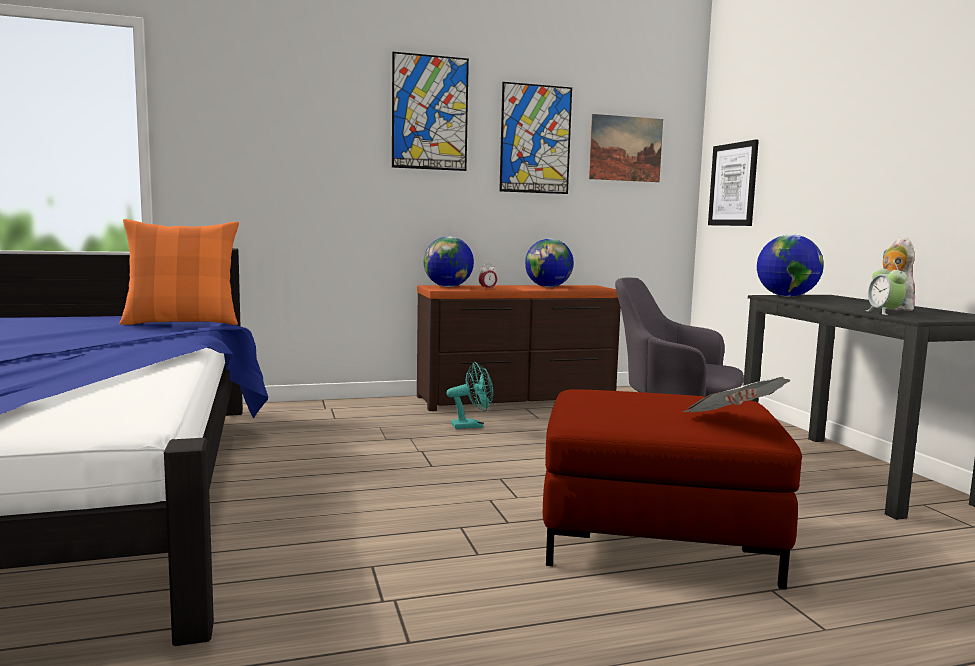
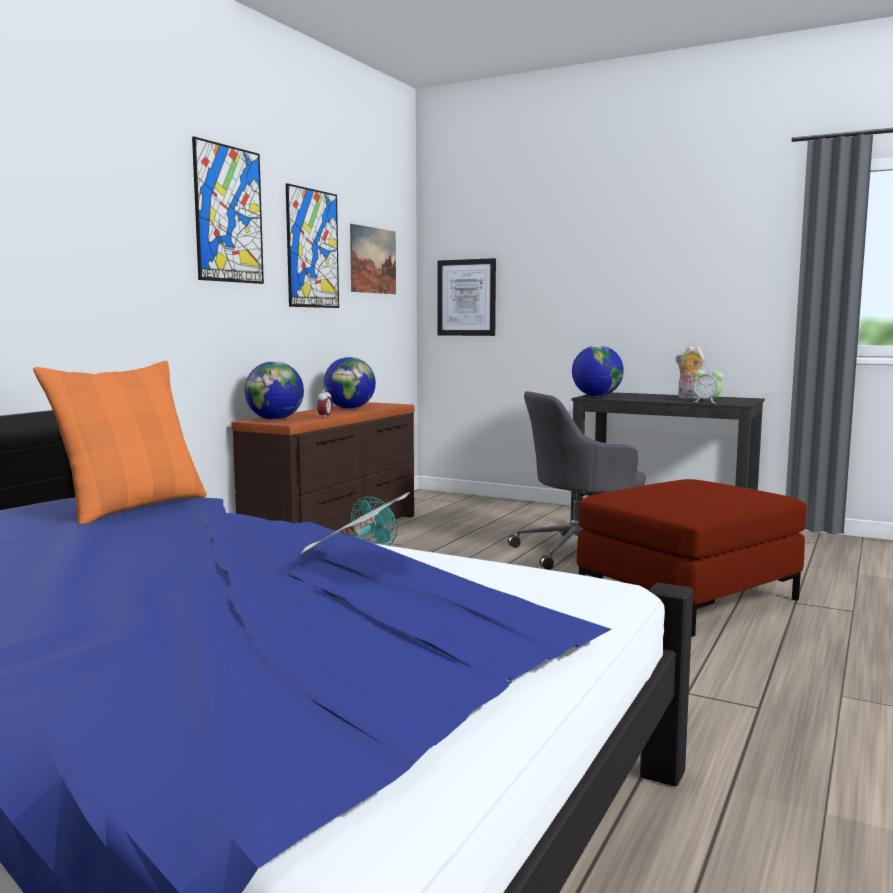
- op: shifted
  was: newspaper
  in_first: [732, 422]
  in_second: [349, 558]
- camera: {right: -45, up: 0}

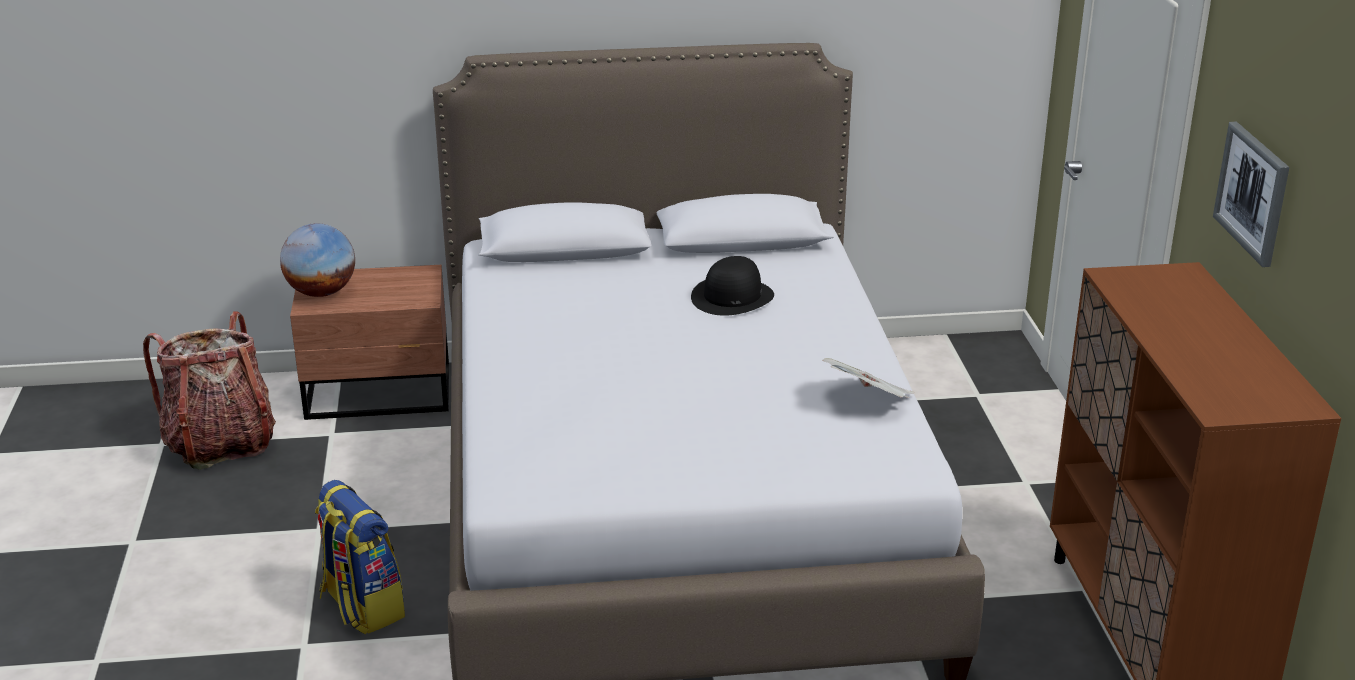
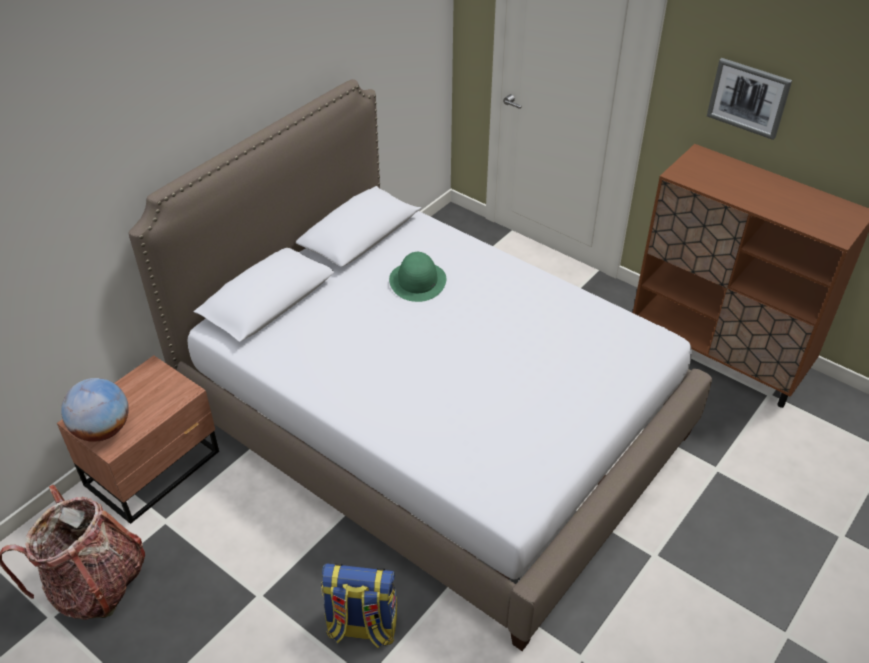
- op: repainted
  was: hat (black)
  now: hat (green)
  in_first: [732, 297]
  in_second: [418, 281]
- op: gone
  was: newspaper
  in_first: [869, 400]
- camera: {right: -45, up: 15}

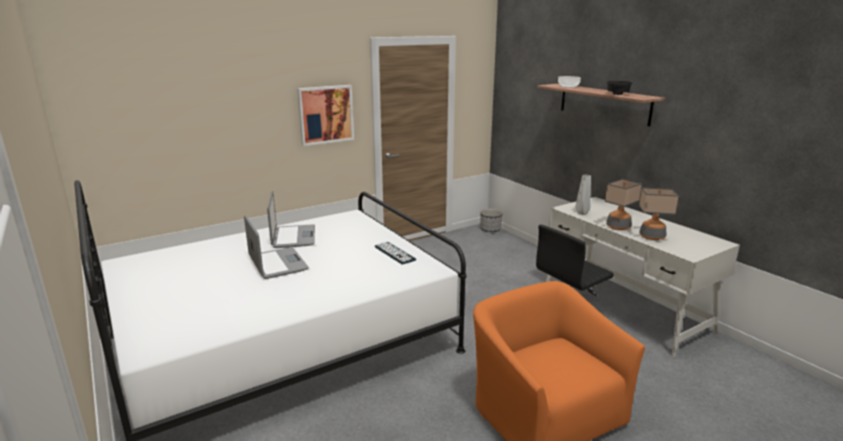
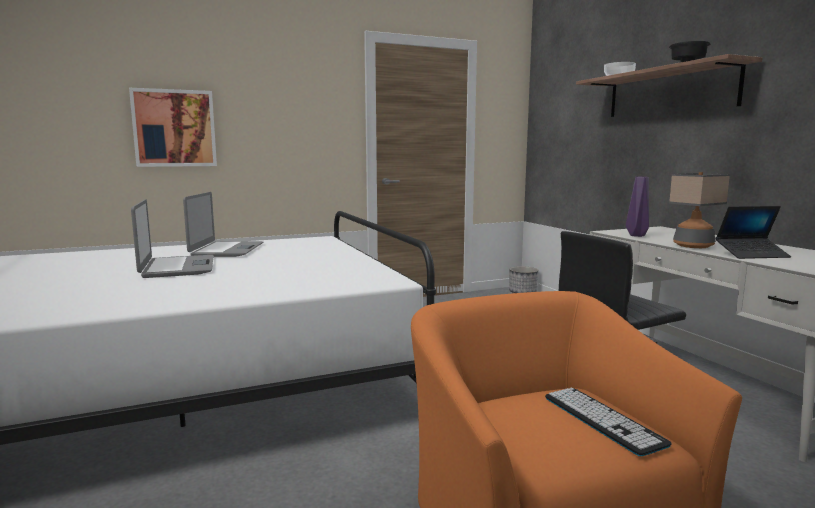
- op: shifted
  was: picture
  in_first: [326, 114]
  in_second: [174, 128]
- op: repainted
  was: vase (grey)
  now: vase (purple)
  in_first: [582, 213]
  in_second: [636, 235]
- op: swapped
  was: table lamp
  now: laptop
  in_first: [652, 236]
  in_second: [751, 254]
- op: shifted
  was: keyboard
  in_first: [394, 253]
  in_second: [602, 420]
- camera: {right: 10, up: -10}

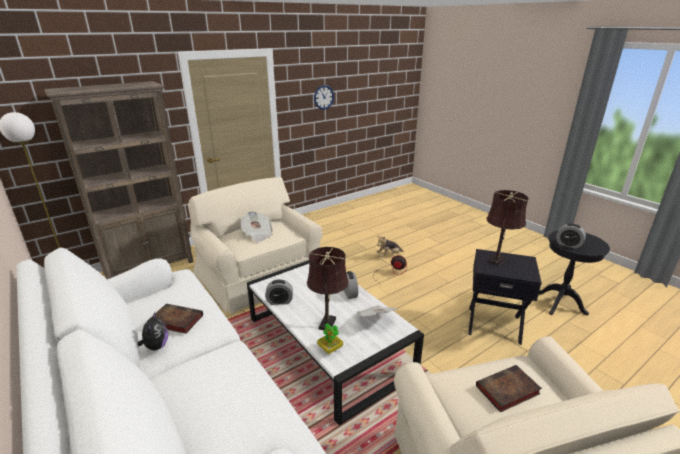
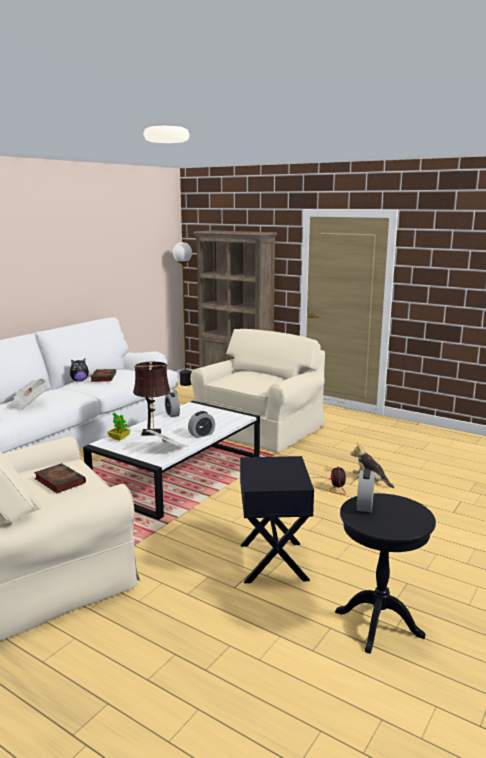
- op: gone
  was: wall clock
  in_first: [324, 97]
- op: gone
  was: table lamp (brown)
  in_first: [498, 259]
- op: shifted
  was: newspaper
  in_first: [257, 234]
  in_second: [28, 404]
- camera: {right: 70, up: -10}

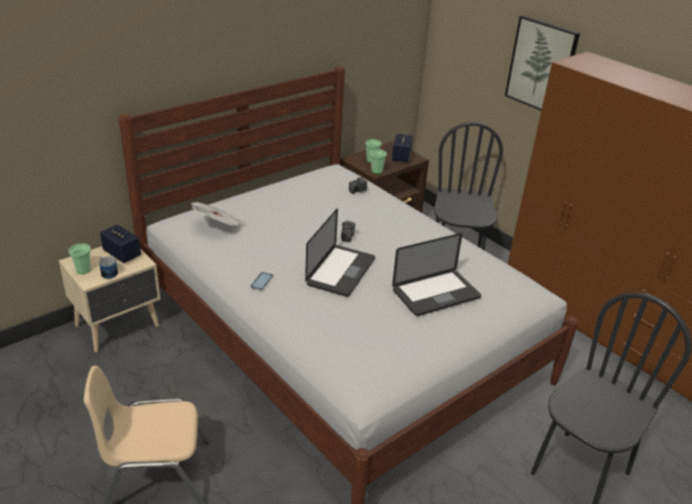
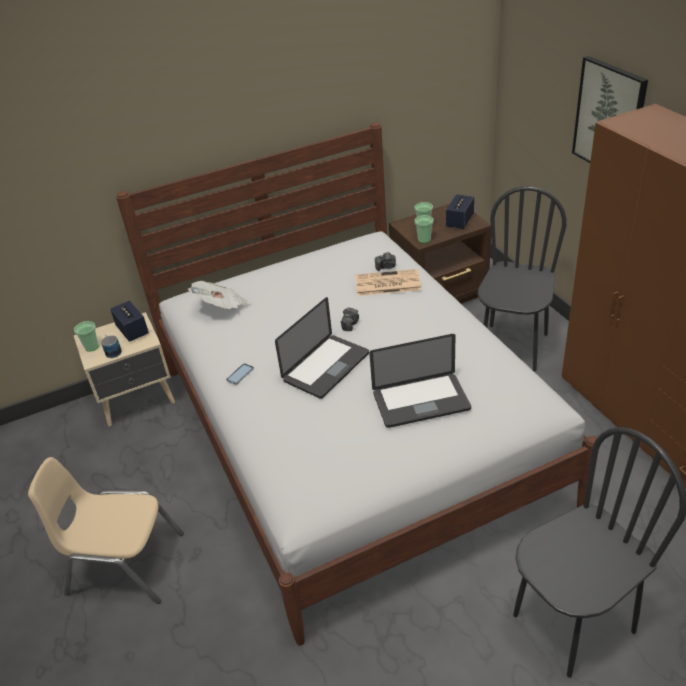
- op: new
  now: newspaper
  in_second: [387, 284]
- camera: {right: 20, up: 5}

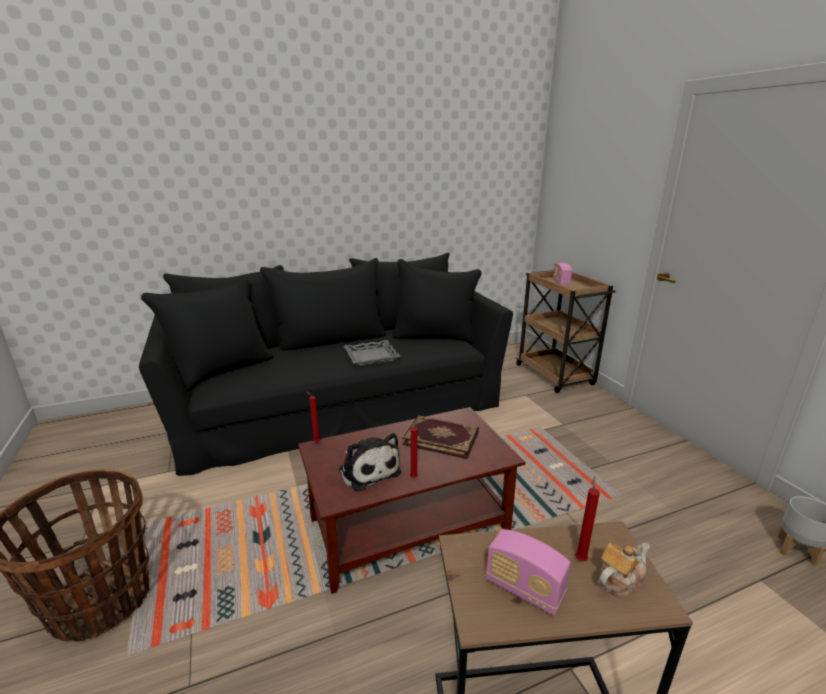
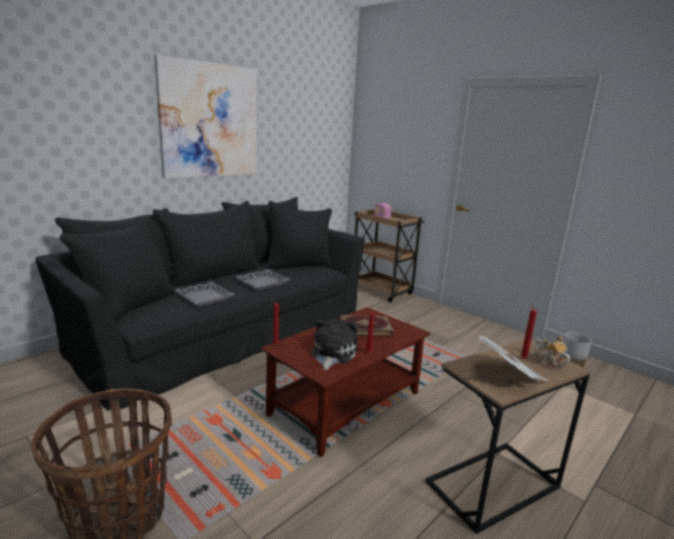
- op: rotated
  was: plush toy
  in_first: [368, 470]
  in_second: [332, 354]
  clockwise: -105
- op: swapped
  was: radio
  now: newspaper
  in_first: [524, 589]
  in_second: [509, 376]
- op: rotated
  was: teapot
  in_first: [619, 579]
  in_second: [547, 363]
  clockwise: -60
- op: new
  now: picture
  in_second: [210, 121]
- op: new
  now: tray (grey)
  in_second: [205, 297]
- camera: {right: -25, up: -5}

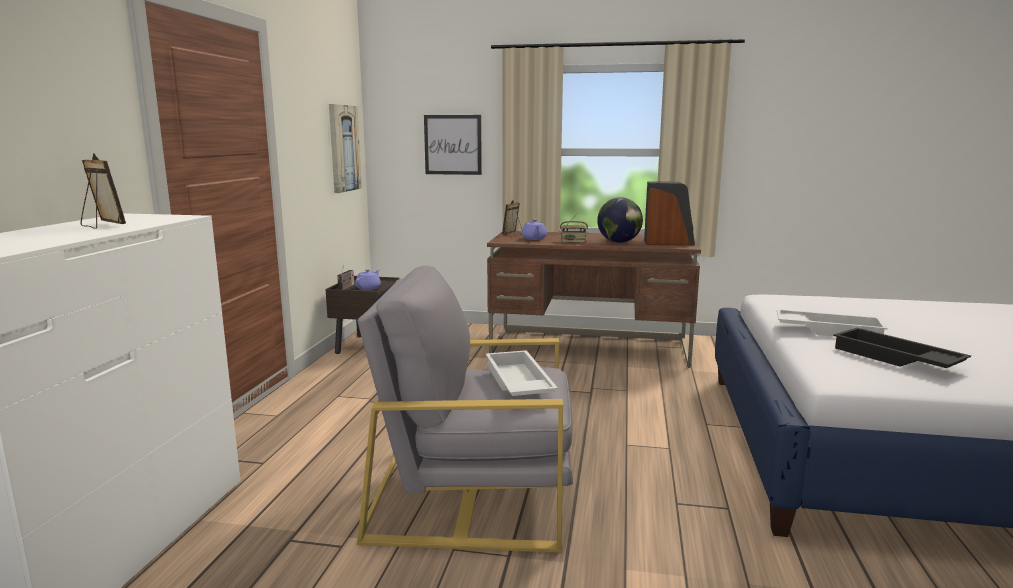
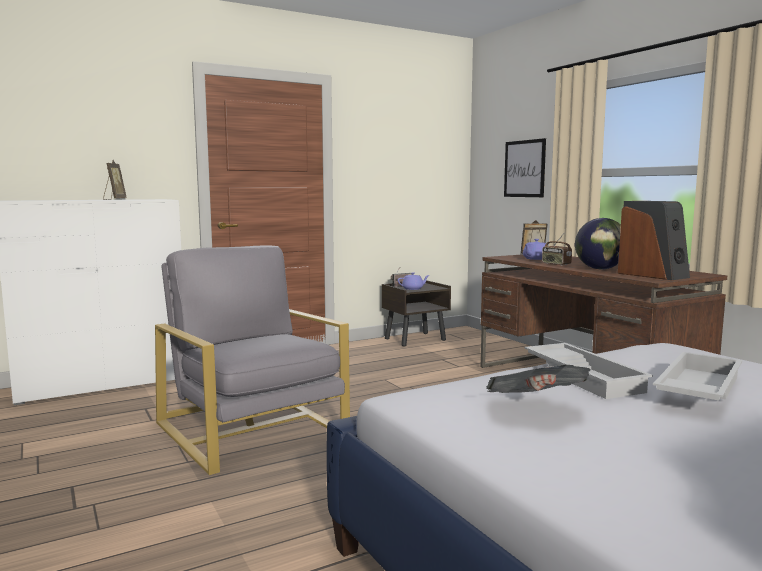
- op: gone
  was: picture
  in_first: [343, 148]
- op: swapped
  was: tray (black)
  now: newspaper
  in_first: [894, 358]
  in_second: [534, 408]
- op: shifted
  was: tray (white)
  in_first: [517, 383]
  in_second: [696, 388]
- camera: {right: 50, up: -5}

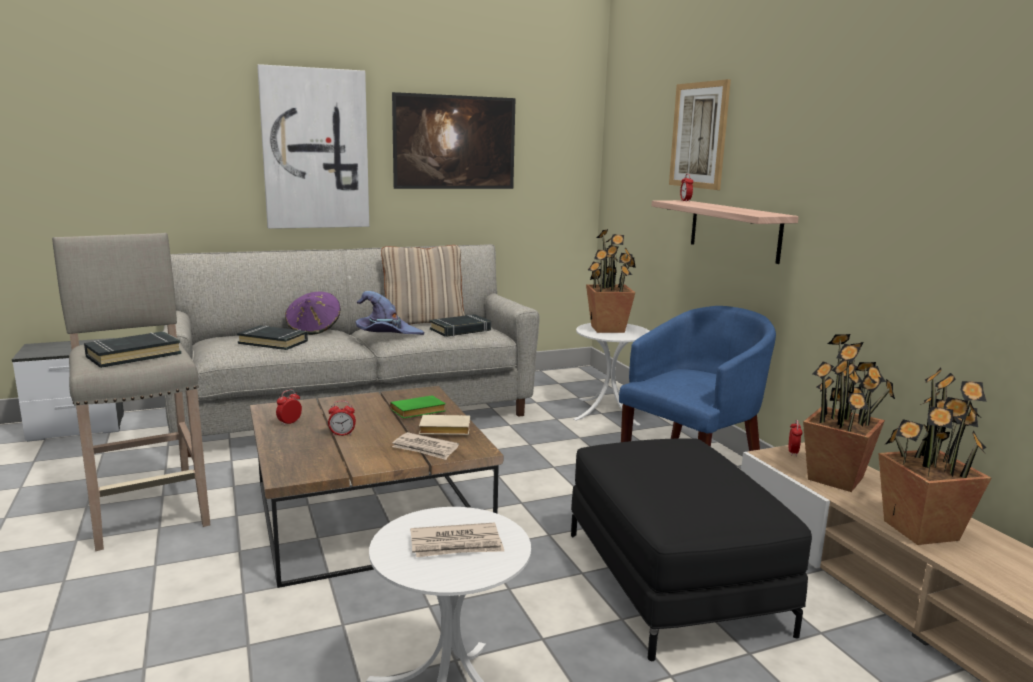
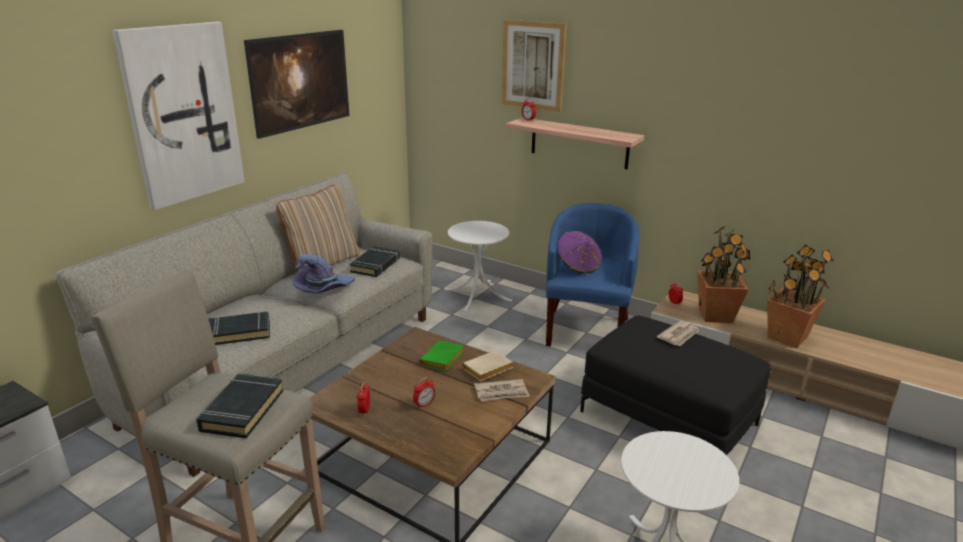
- op: gone
  was: potted plant
  in_first: [608, 329]
- op: shifted
  was: hat (purple)
  in_first: [314, 329]
  in_second: [578, 266]
- op: shifted
  was: newspaper
  in_first: [456, 544]
  in_second: [679, 335]
- camera: {right: -35, up: 10}

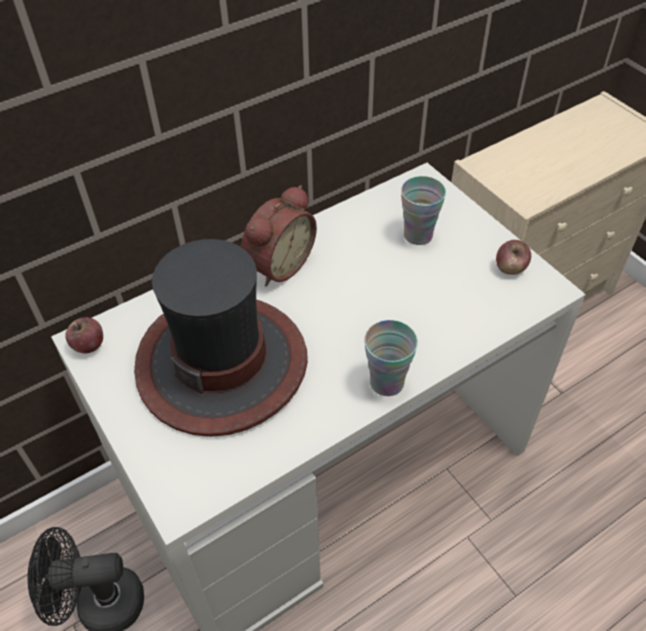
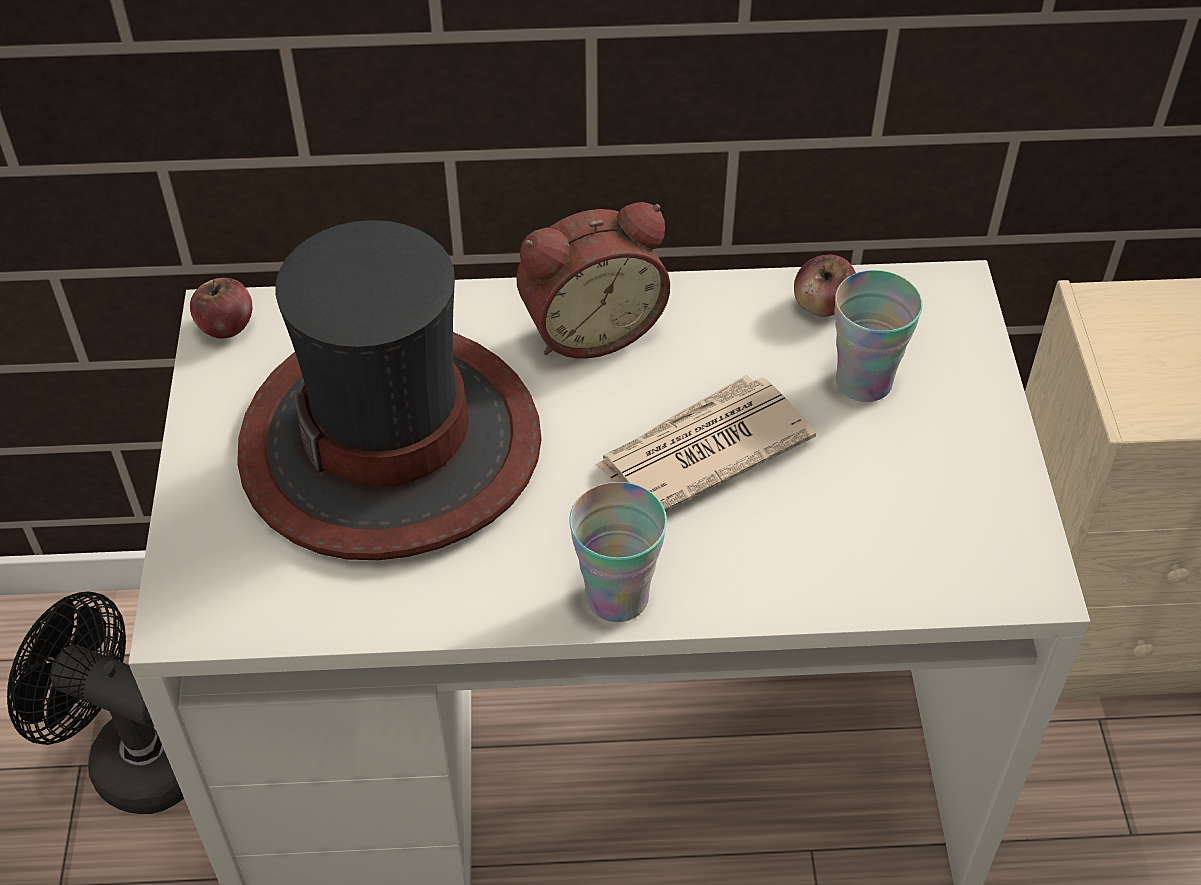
- op: shifted
  was: apple
  in_first: [510, 268]
  in_second: [822, 305]
- op: new
  now: newspaper
  in_second: [701, 451]
- camera: {right: 30, up: 0}

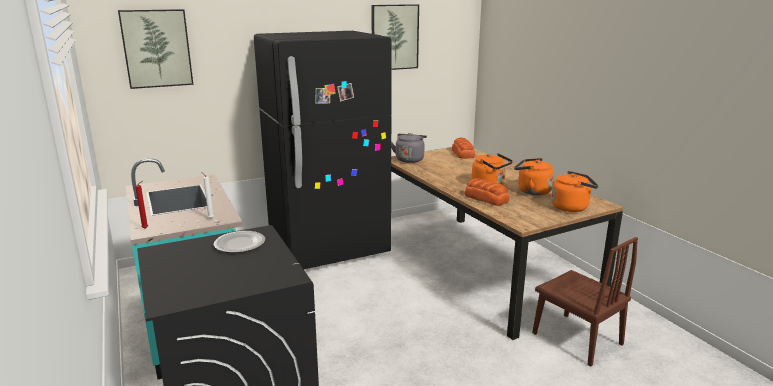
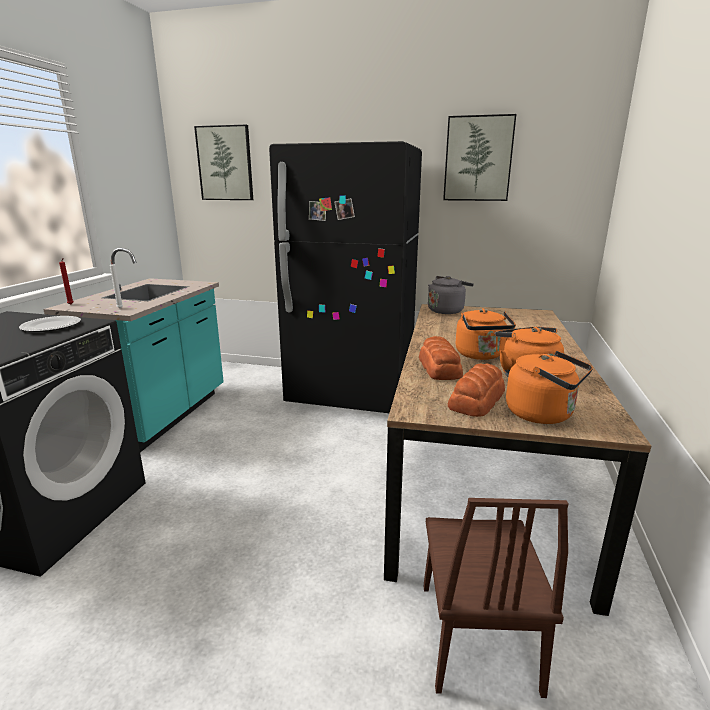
- op: shifted
  was: bread
  in_first: [463, 153]
  in_second: [477, 400]
- camera: {right: 40, up: 0}

